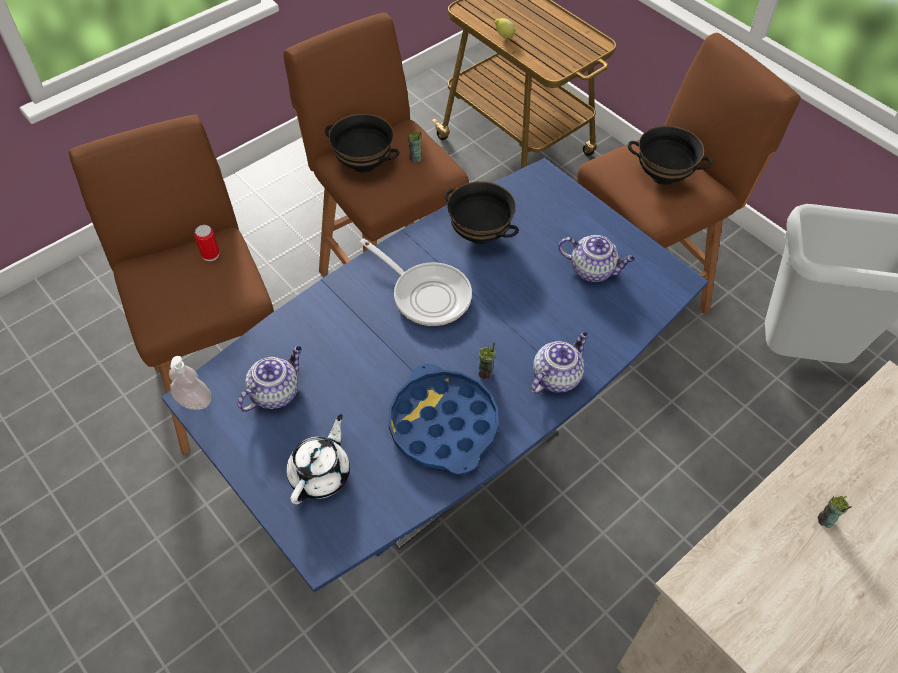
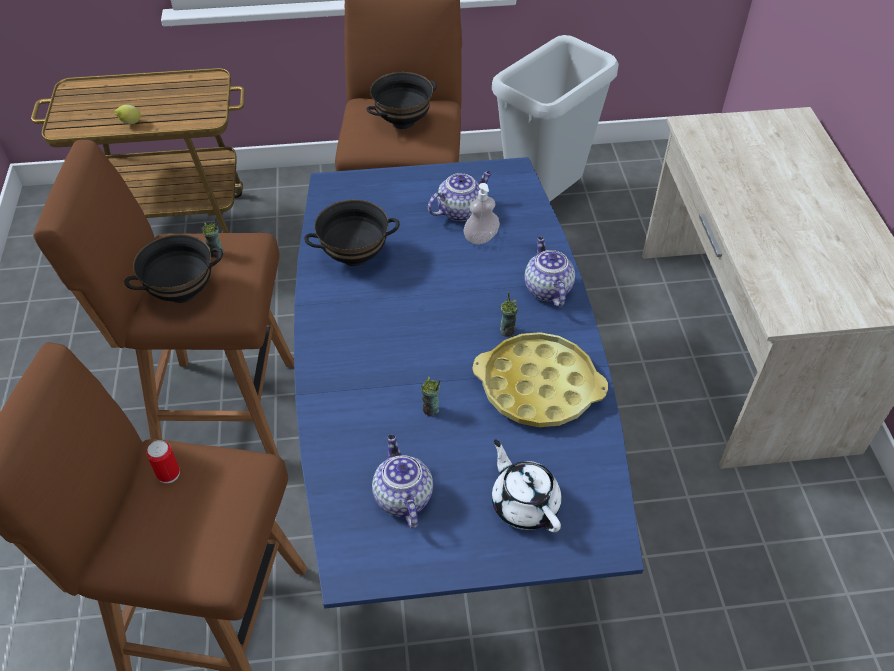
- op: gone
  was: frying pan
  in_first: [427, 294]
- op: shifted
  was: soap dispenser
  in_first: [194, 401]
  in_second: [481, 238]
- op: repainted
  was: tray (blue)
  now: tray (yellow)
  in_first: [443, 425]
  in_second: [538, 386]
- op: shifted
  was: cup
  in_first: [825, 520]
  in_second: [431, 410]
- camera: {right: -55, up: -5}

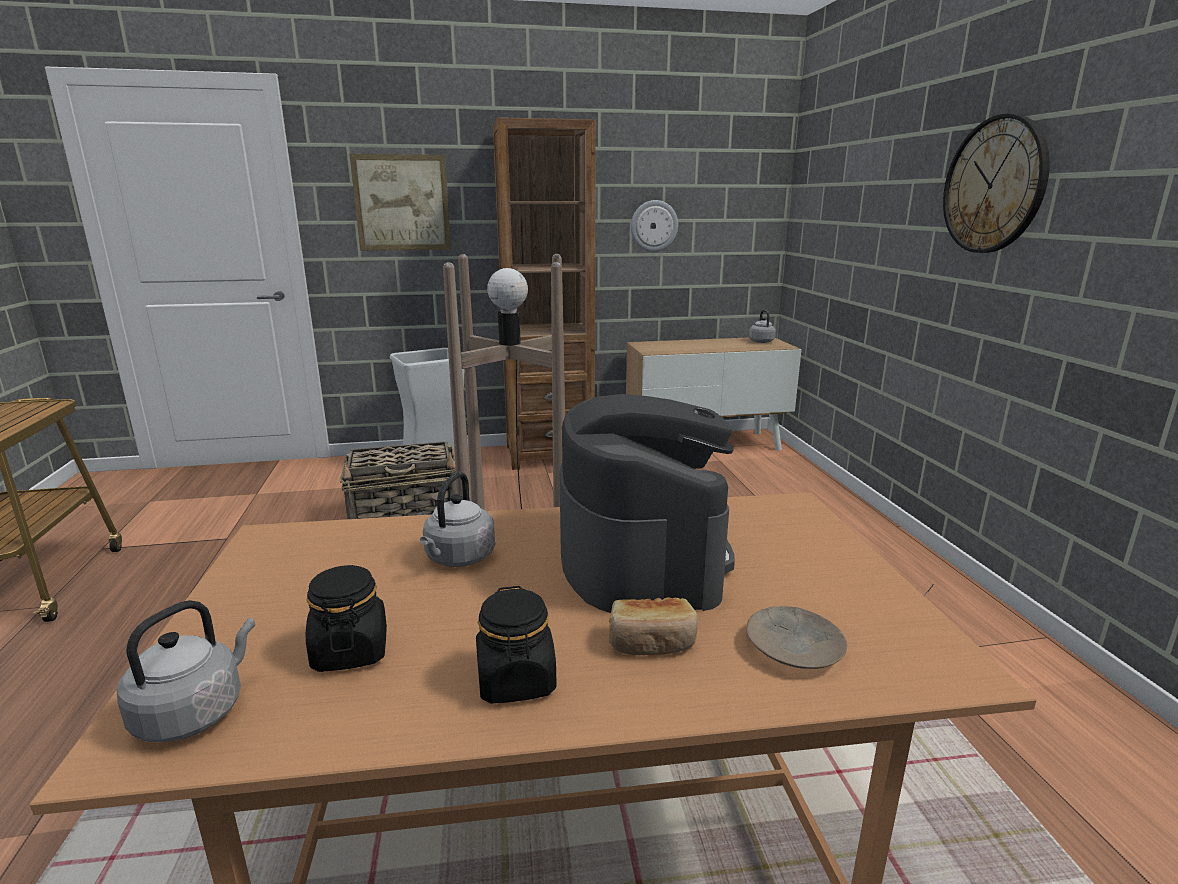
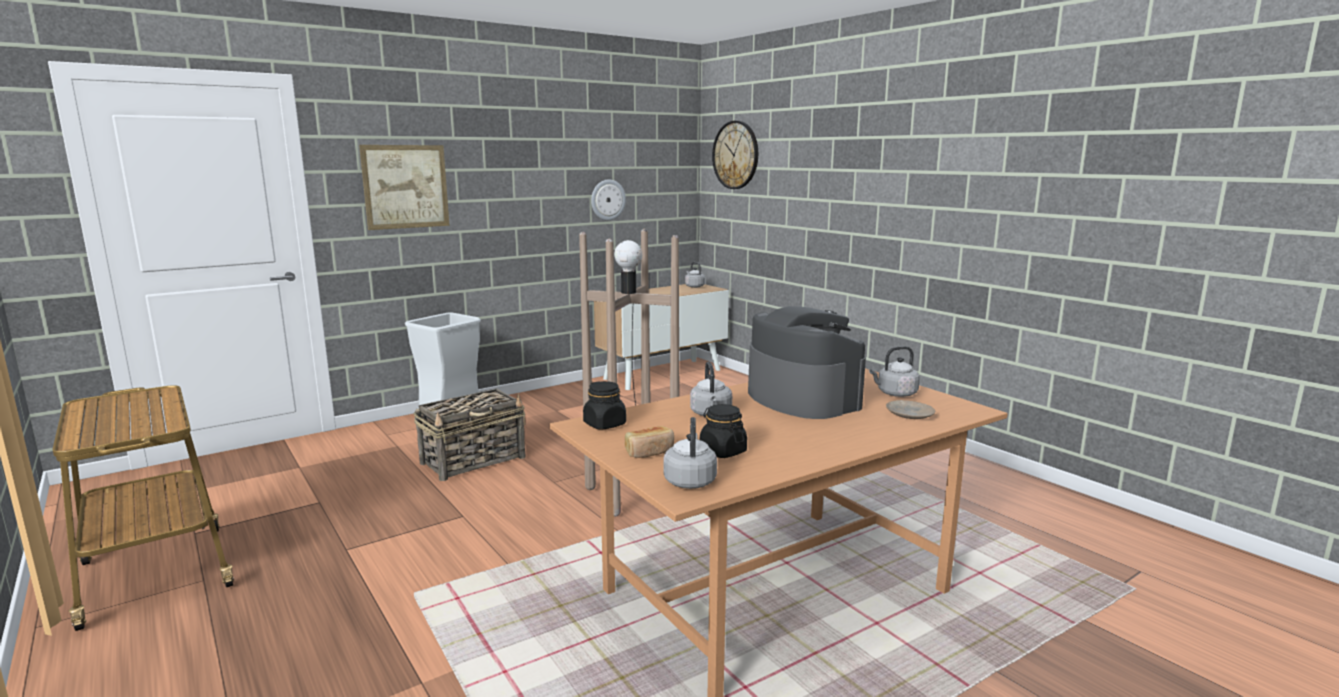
- op: shifted
  was: wall clock
  in_first: [994, 185]
  in_second: [735, 155]
- op: gone
  was: bookcase (brown)
  in_first: [549, 454]
- op: shifted
  was: jar (black)
  in_first: [516, 680]
  in_second: [605, 424]
- op: shifted
  was: bread
  in_first: [651, 642]
  in_second: [650, 452]
- op: new
  now: kettle (grey)
  in_second: [895, 394]
- camera: {right: -25, up: -5}

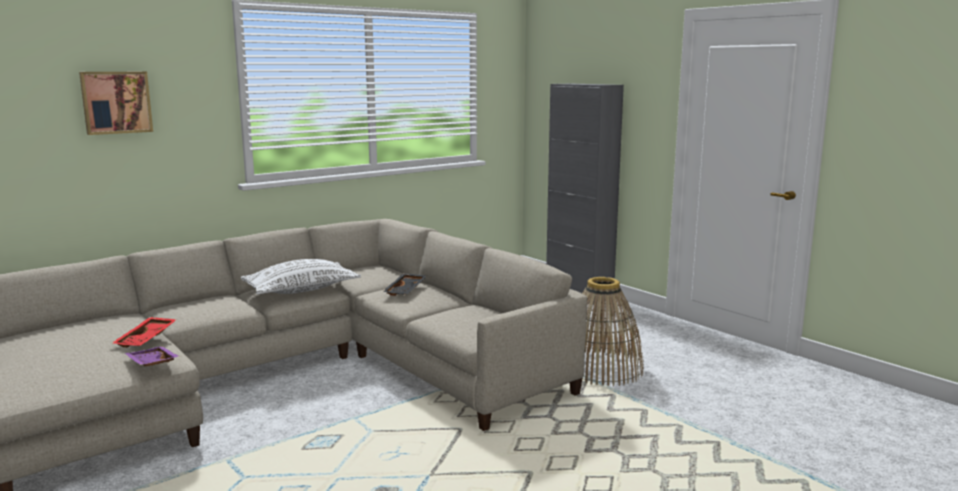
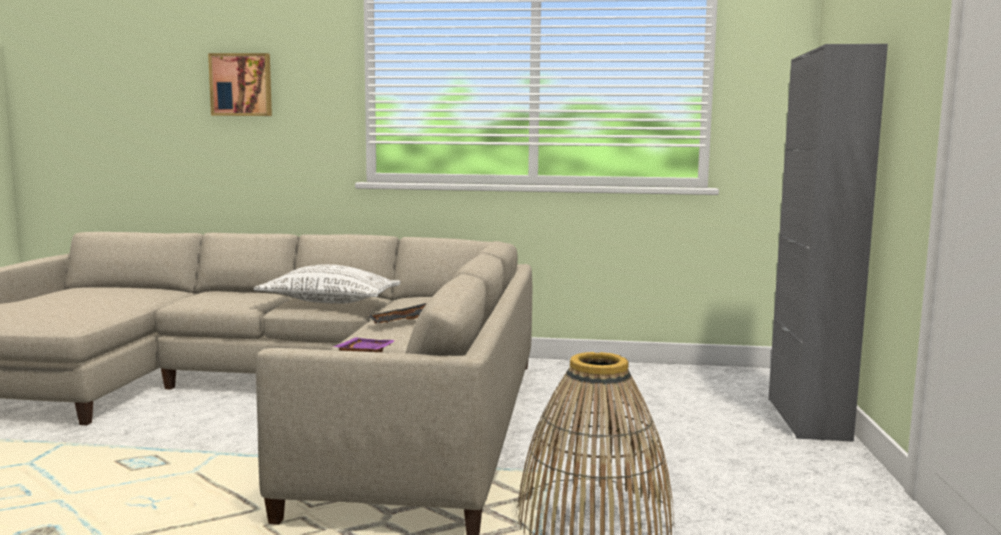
- op: gone
  was: tray (red)
  in_first: [147, 339]
- op: shifted
  was: tray (purple)
  in_first: [151, 364]
  in_second: [364, 354]
- camera: {right: 45, up: -5}

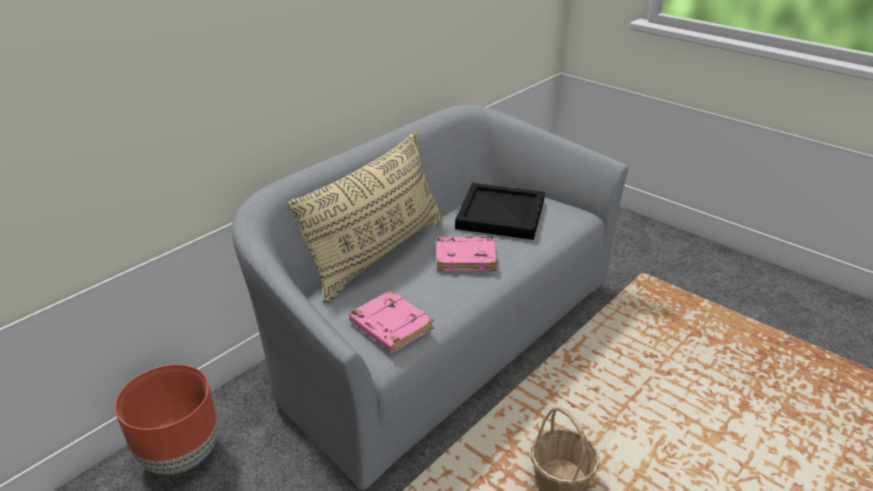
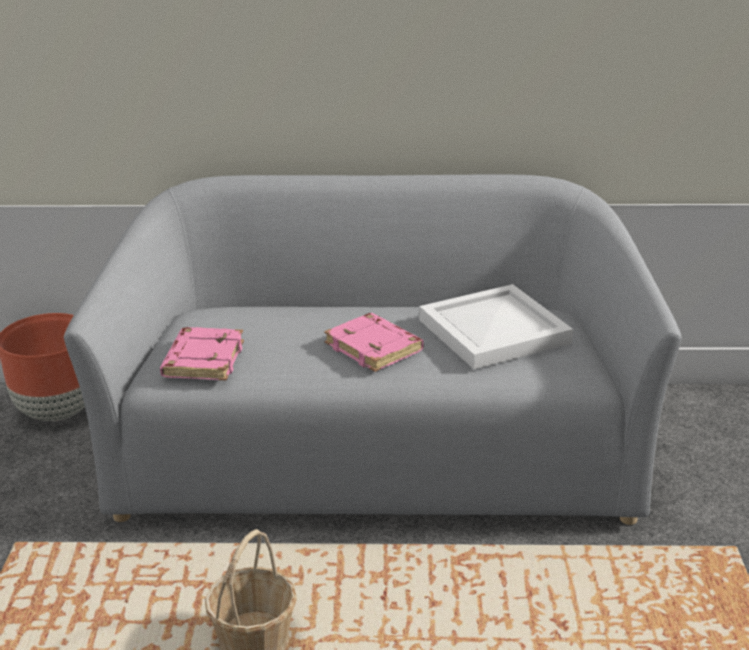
- op: gone
  was: pillow (beige)
  in_first: [378, 254]
- op: repainted
  was: tray (black)
  now: tray (white)
  in_first: [499, 215]
  in_second: [491, 331]
- camera: {right: 50, up: -5}

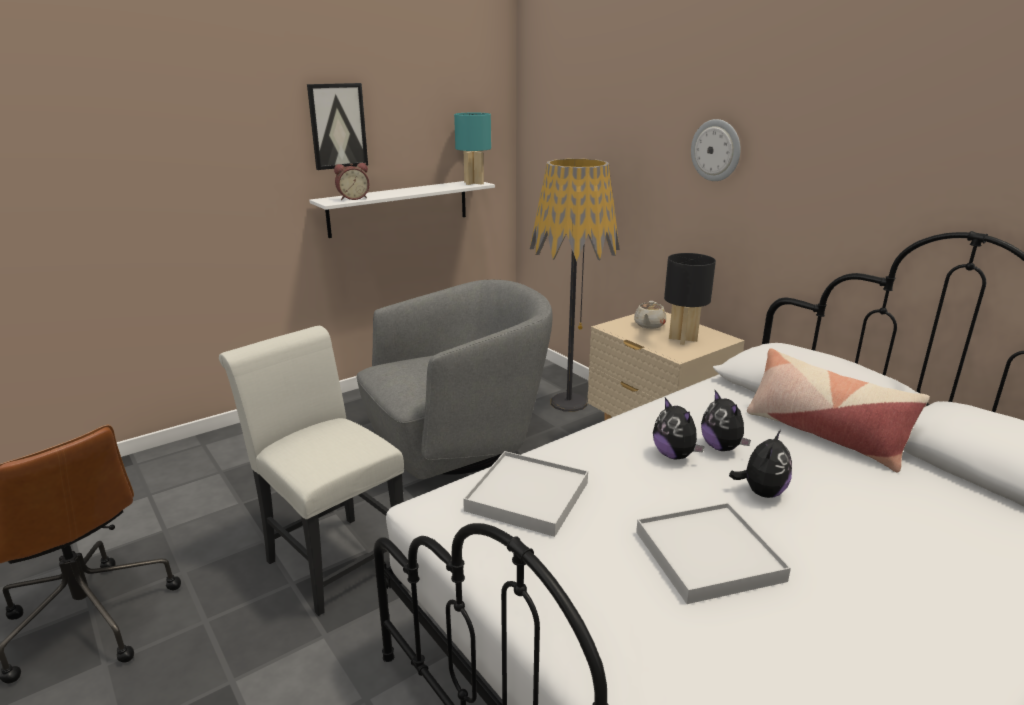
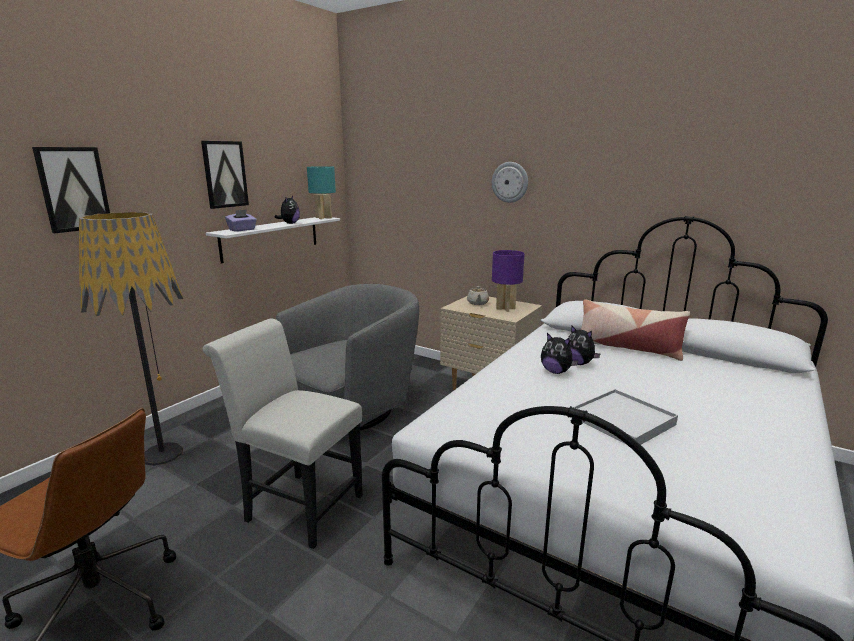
- op: shifted
  was: floor lamp
  in_first: [568, 402]
  in_second: [162, 454]
- op: swapped
  was: alarm clock
  now: tissue box (purple)
  in_first: [353, 198]
  in_second: [242, 230]
- op: repainted
  was: table lamp (black)
  now: table lamp (purple)
  in_first: [683, 339]
  in_second: [506, 308]
- op: shifted
  was: plush toy
  in_first: [761, 492]
  in_second: [289, 223]
- op: gone
  was: tray (white)
  in_first: [527, 497]
- op: new
  now: picture
  in_second: [73, 189]
- camera: {right: -20, up: -5}

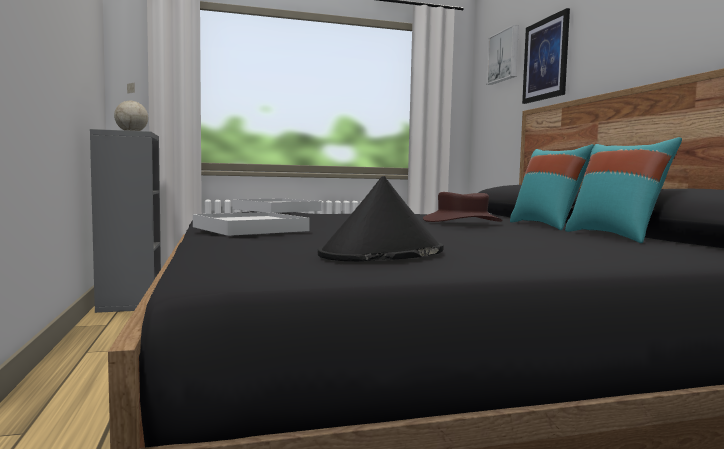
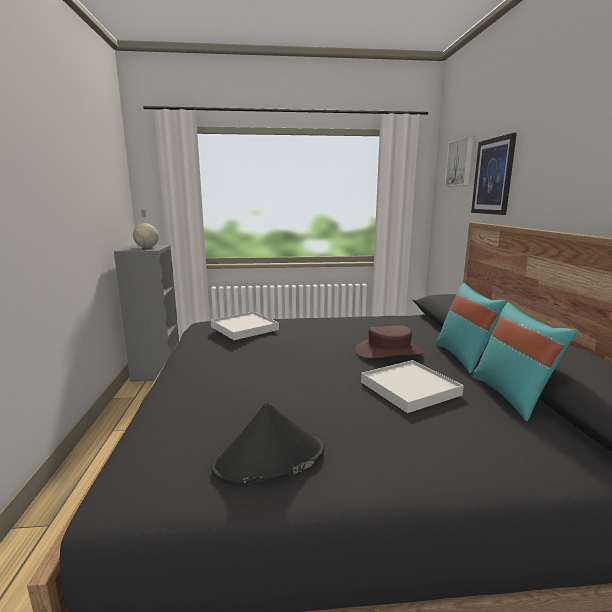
- op: shifted
  was: tray (white)
  in_first: [250, 229]
  in_second: [409, 388]
- camera: {right: 10, up: 10}

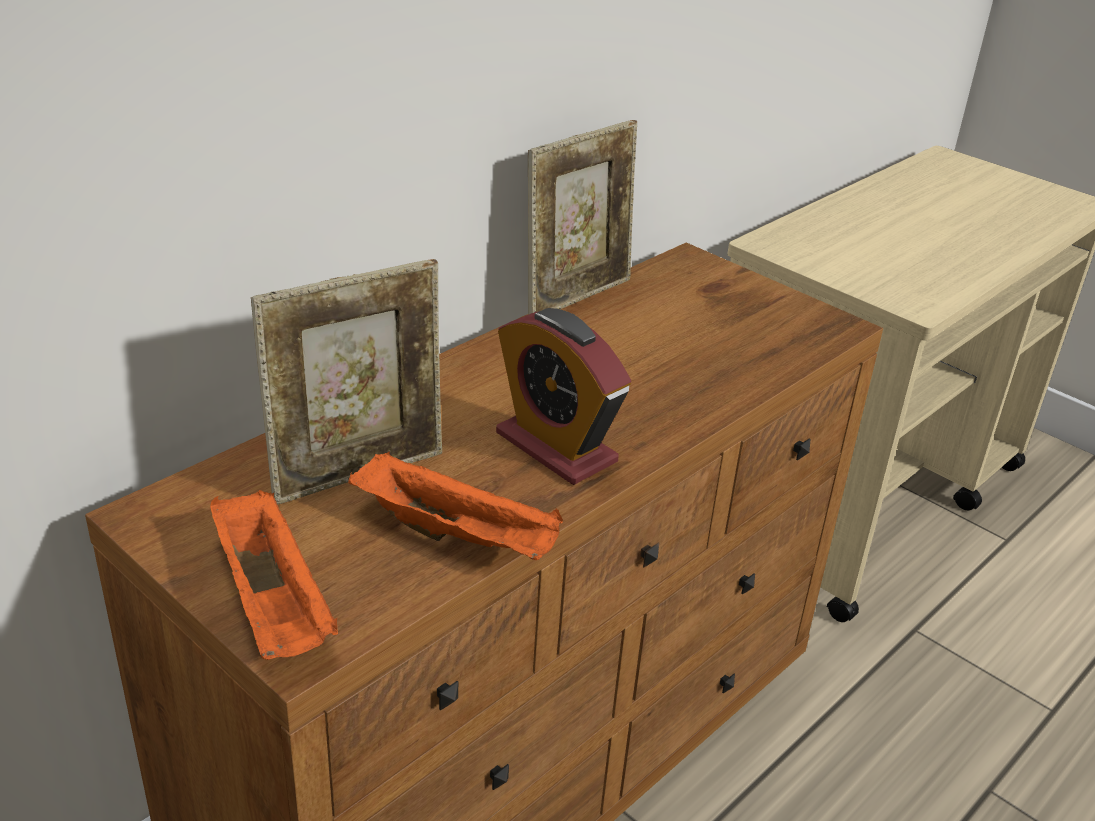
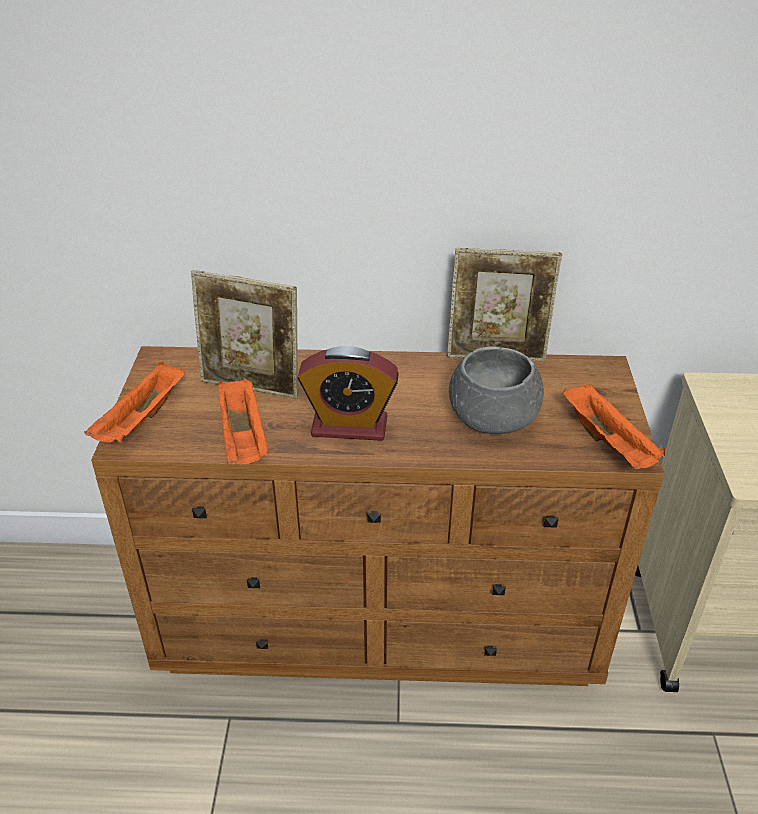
- op: rotated
  was: alarm clock
  in_first: [556, 448]
  in_second: [349, 426]
  clockwise: -90
- op: new
  now: bowl (grey)
  in_second: [494, 417]
- op: new
  now: tray (orange)
  in_second: [609, 443]
- camera: {right: 50, up: 5}

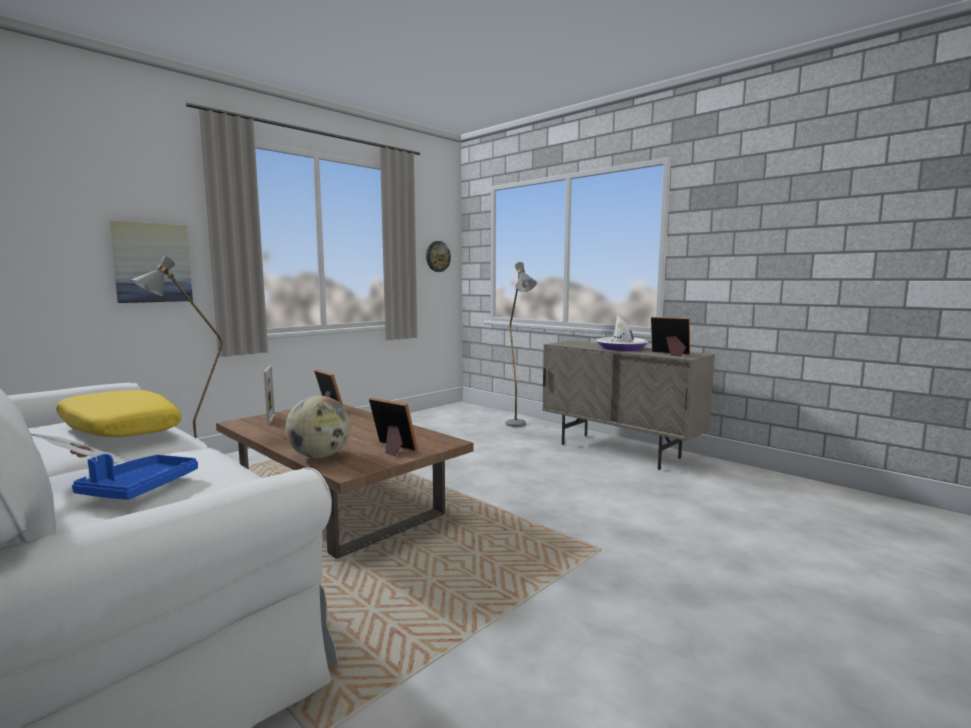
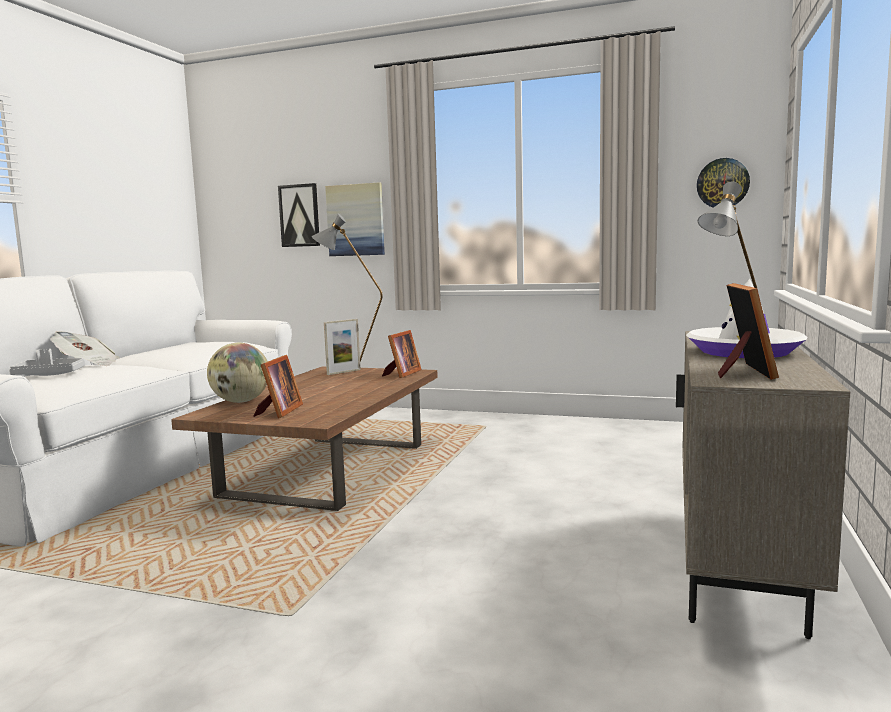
- op: gone
  was: pillow (yellow)
  in_first: [118, 429]
- op: repainted
  was: tray (blue)
  now: tray (grey)
  in_first: [139, 488]
  in_second: [50, 375]
- op: new
  now: picture
  in_second: [299, 215]
- camera: {right: 65, up: 0}

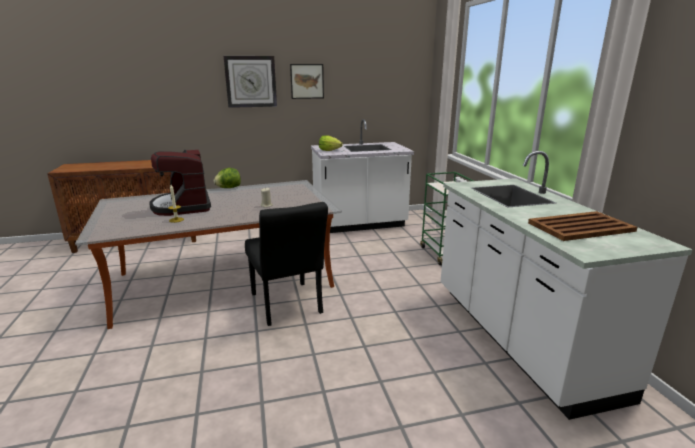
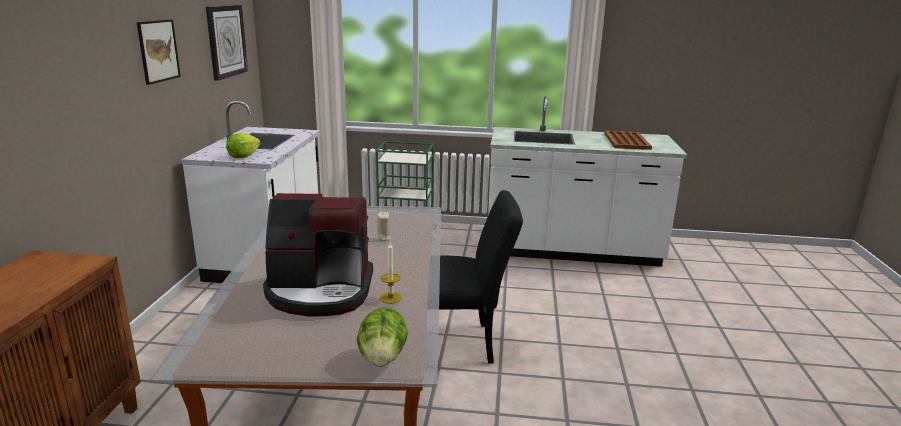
- op: shifted
  was: wall clock
  in_first: [251, 81]
  in_second: [226, 41]
- op: shifted
  was: lettuce
  in_first: [228, 188]
  in_second: [382, 358]
- camera: {right: -70, up: 0}

